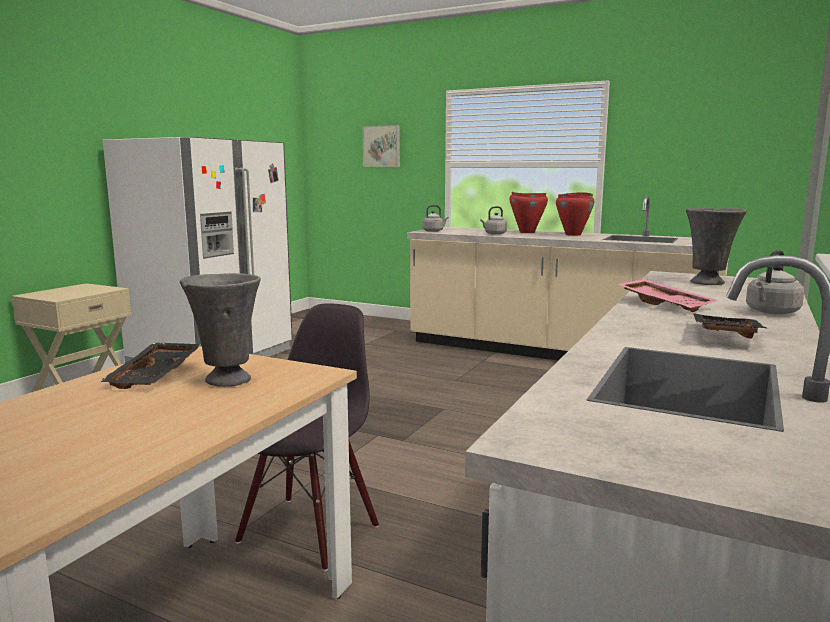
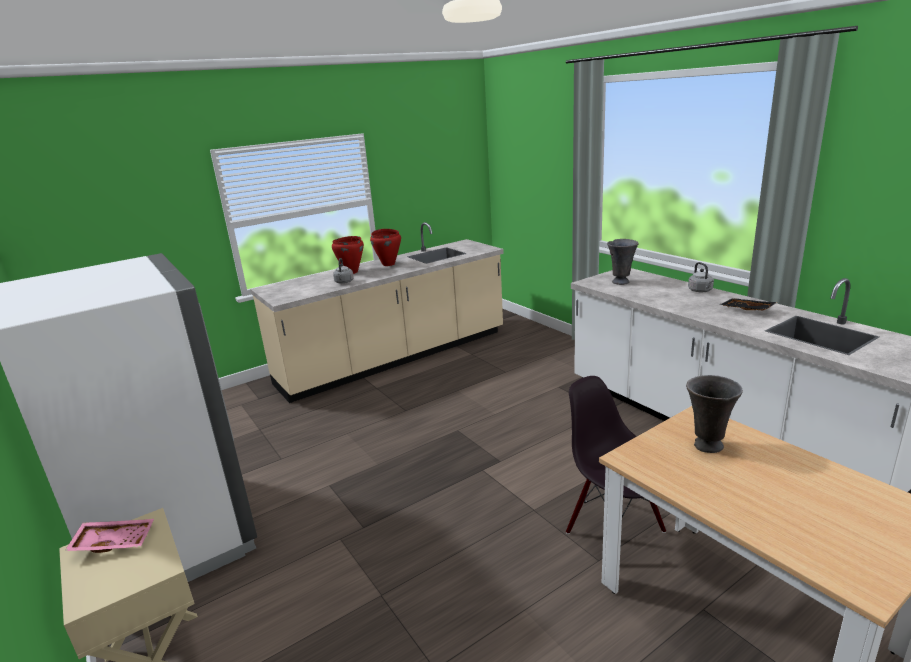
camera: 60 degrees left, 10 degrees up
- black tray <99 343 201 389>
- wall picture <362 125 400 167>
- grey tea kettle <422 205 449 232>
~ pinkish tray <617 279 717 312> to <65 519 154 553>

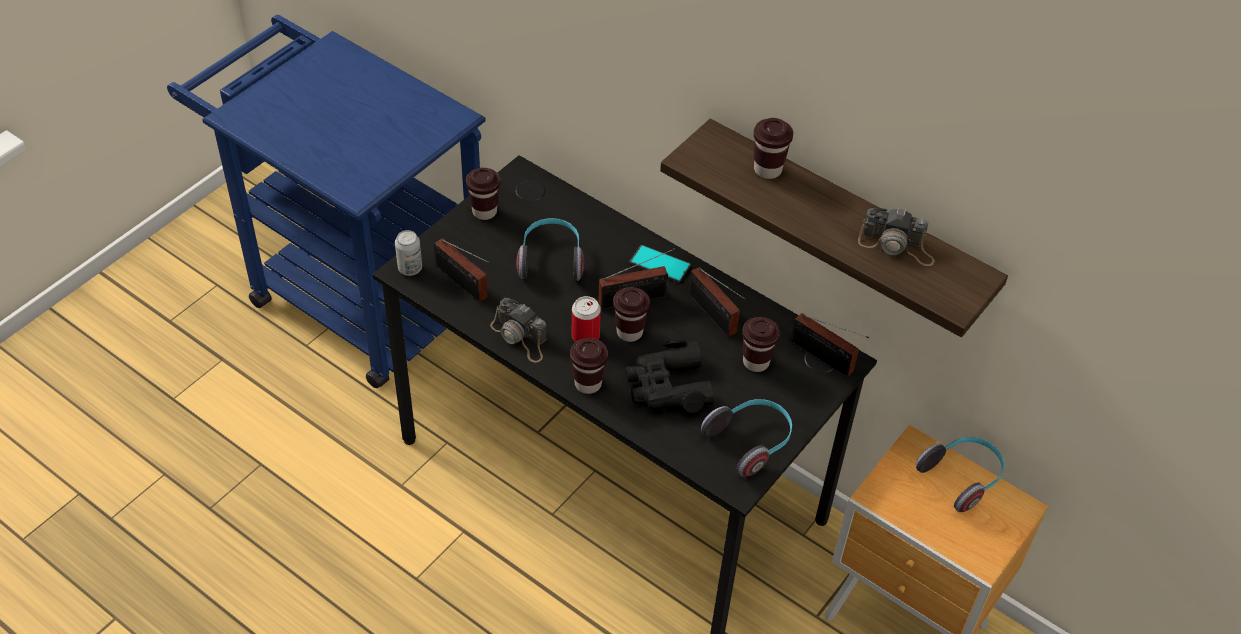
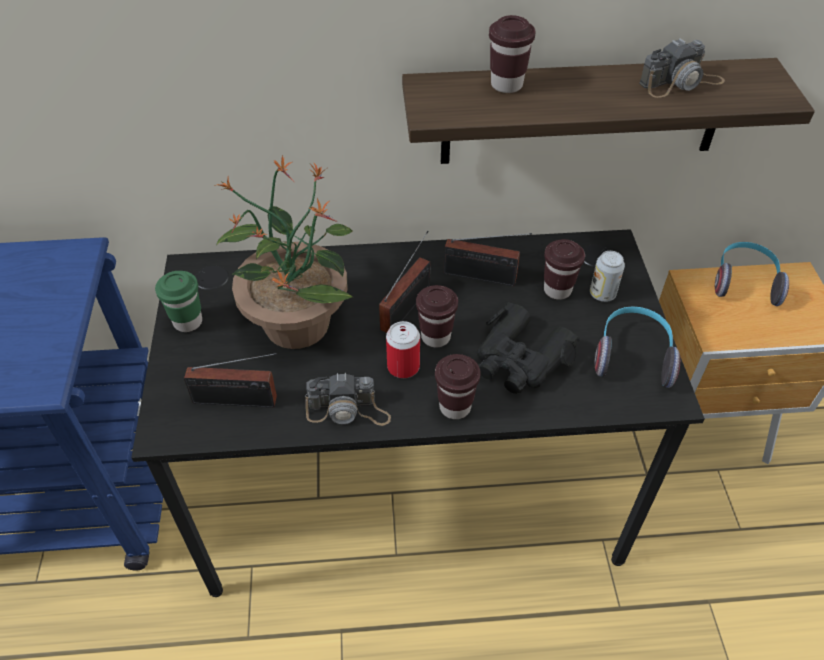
camera: 40 degrees left, 0 degrees up
- handset <629 245 691 283>
- radio receiver <791 313 869 378>
~ can <395 230 422 276> to <590 251 625 302>
~ headset <517 218 584 281> to houseplant <214 155 353 349>
~ brown-coloured cup <466 167 500 220> to green-coloured cup <155 271 202 332>

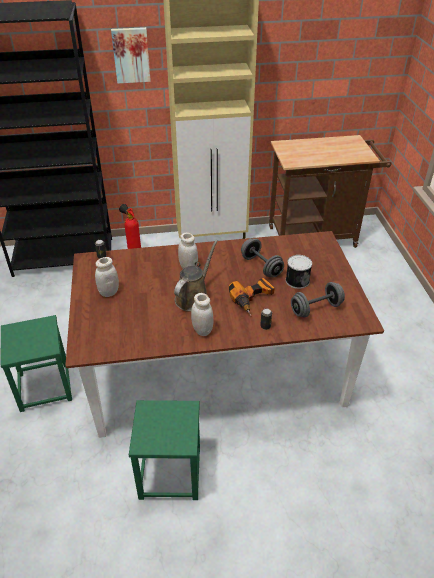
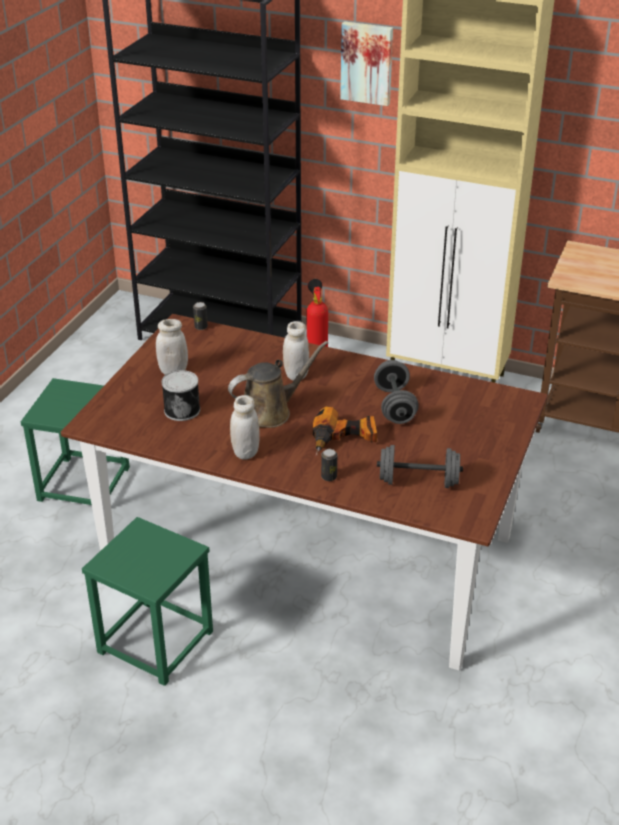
camera: 30 degrees right, 5 degrees down
~ can <286 255 312 289> to <161 370 200 421>

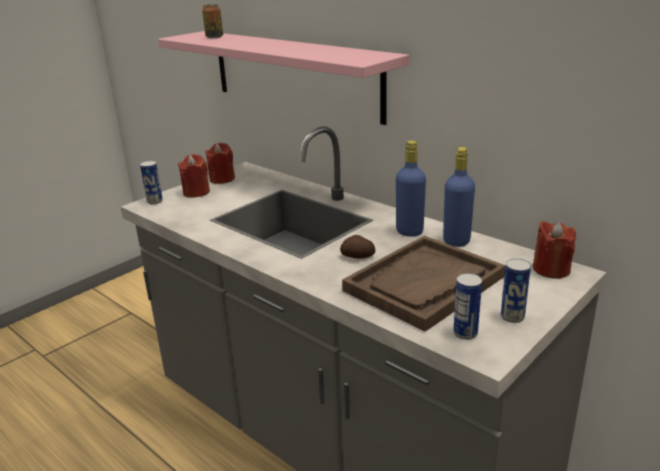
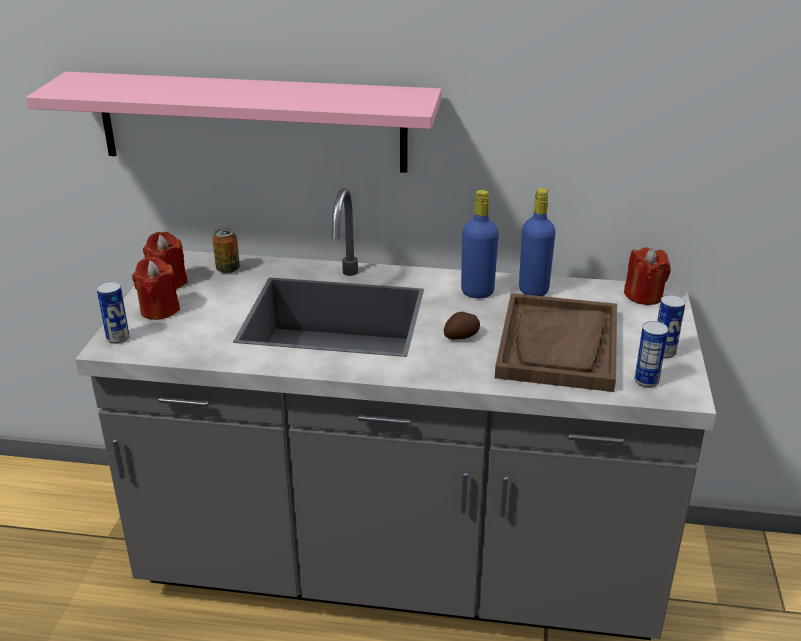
camera: 35 degrees left, 5 degrees up
~ can <202 4 223 38> to <213 228 240 274>

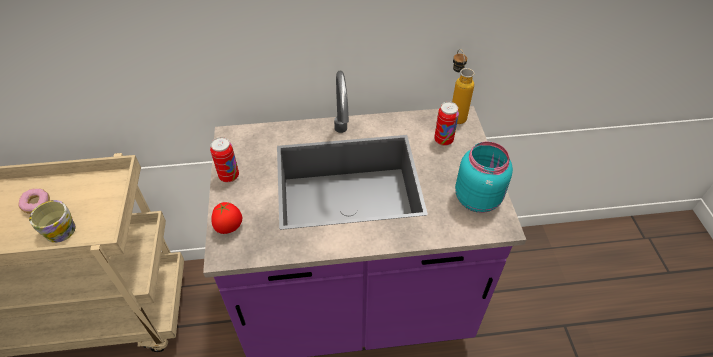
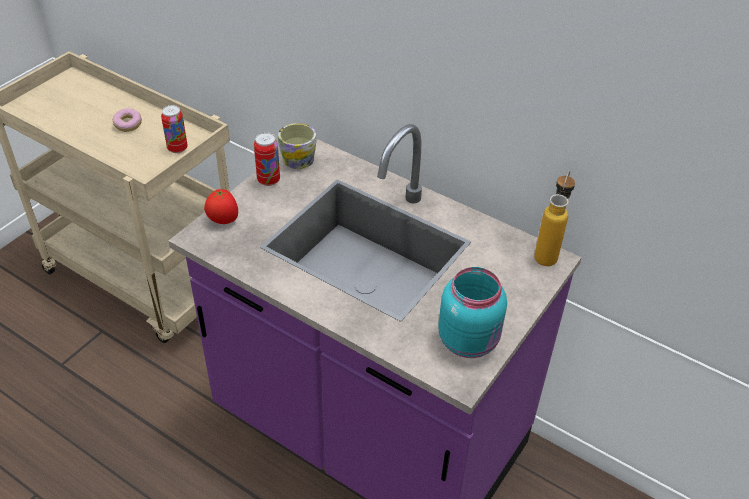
camera: 40 degrees right, 5 degrees down
~ coffee mug <29 200 76 243> to <278 123 317 169>
~ can <434 102 459 146> to <161 105 188 153>

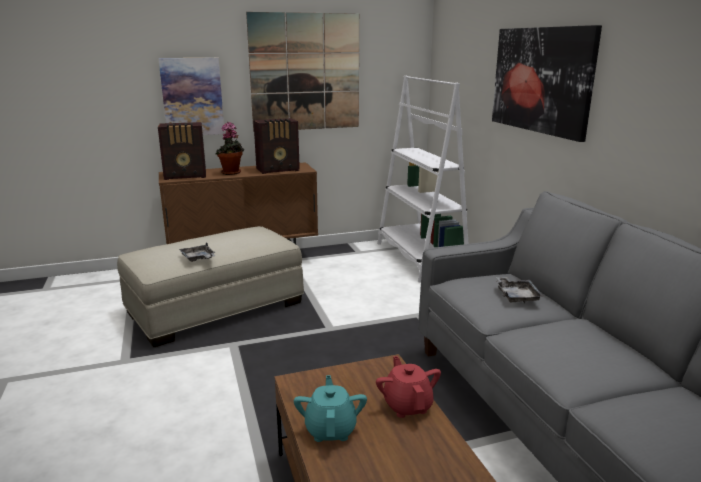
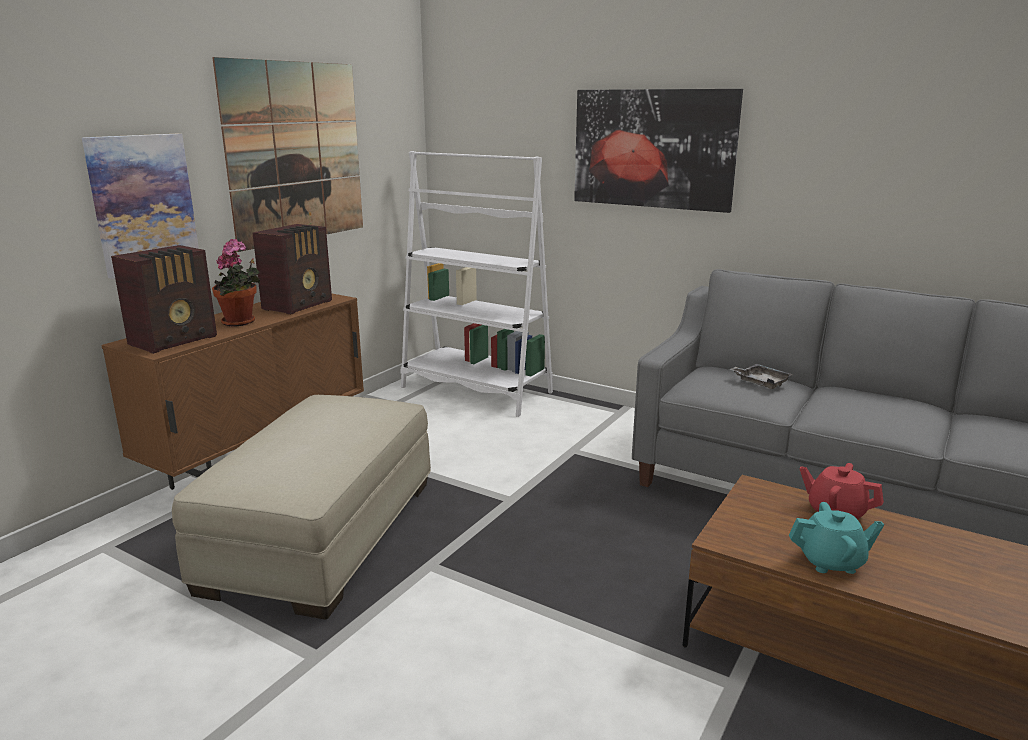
camera: 40 degrees left, 0 degrees up
- grey tray <179 242 215 262>
~ turquoise-coloured pot for tea <294 375 367 442> = <789 502 884 574> 135 degrees clockwise

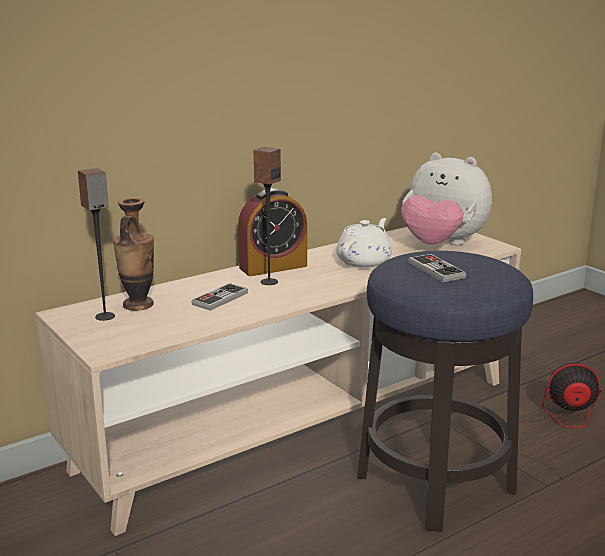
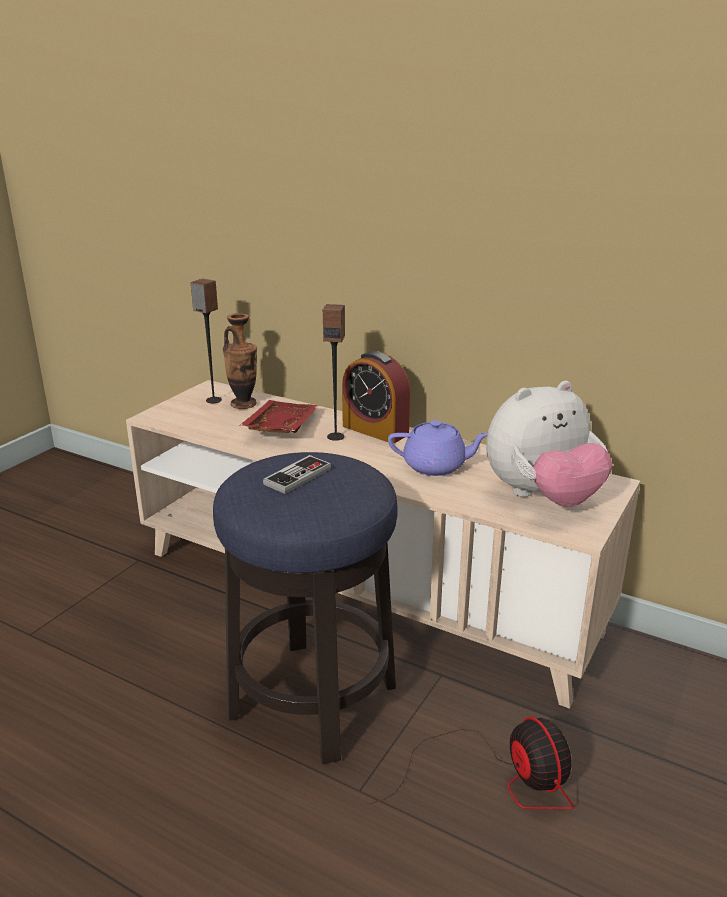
camera: 65 degrees right, 5 degrees up
~ joypad <191 283 248 311> to red-coloured tray <240 400 318 433>
~ white pot for tea <336 218 392 268> to purple pot for tea <388 420 488 476>
~ cuddly toy <401 153 492 245> = <486 381 613 507> 120 degrees counterclockwise

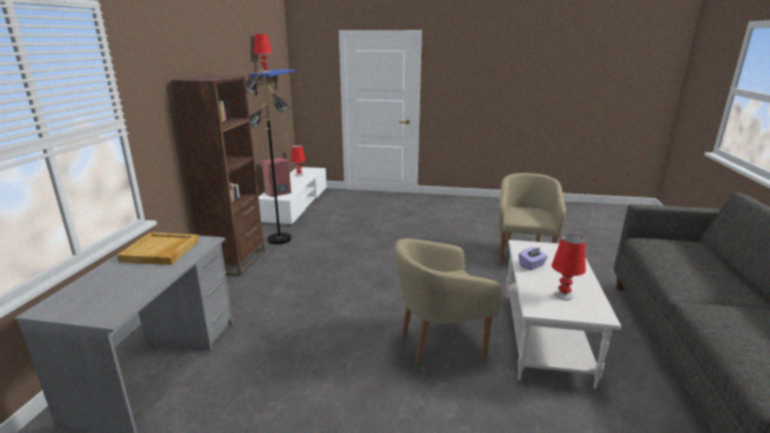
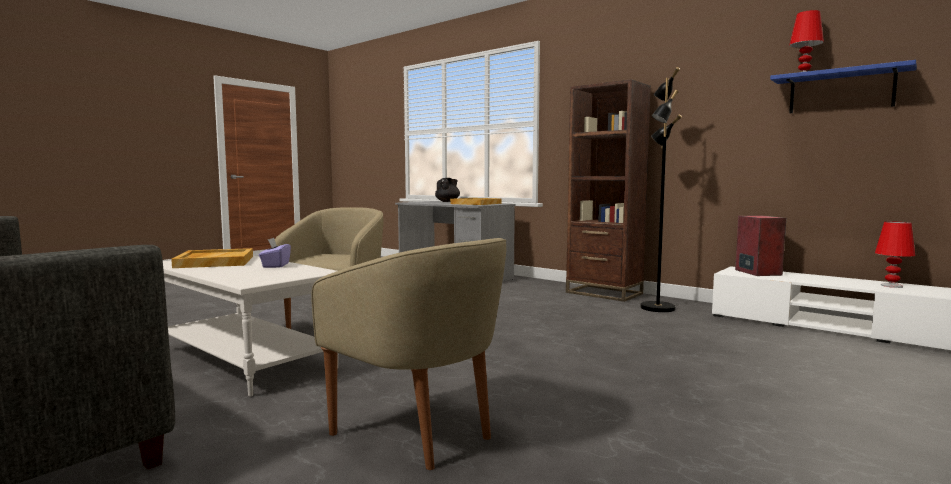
camera: 120 degrees right, 15 degrees down
+ black pot for tea <435 178 460 202>
~ red-coloured tabletop lamp <552 235 586 301> to beige tray <171 248 253 268>

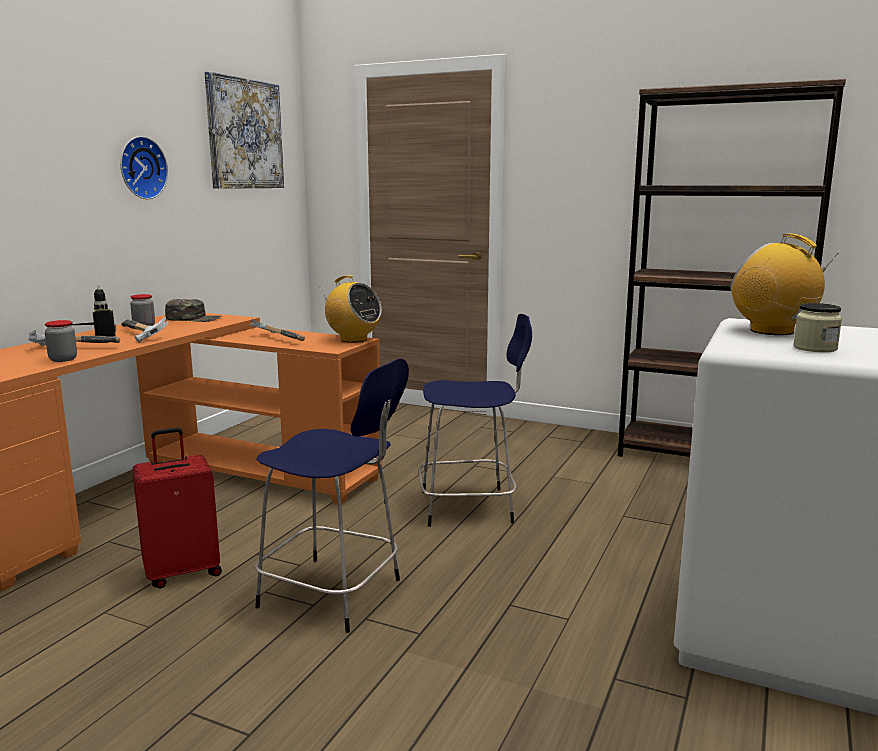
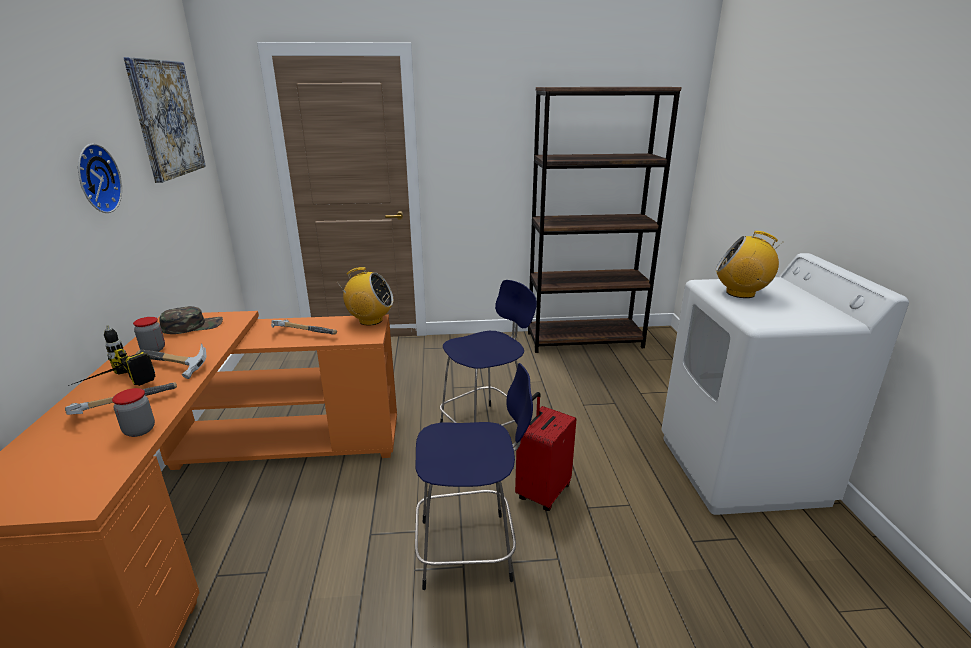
camera: 30 degrees left, 10 degrees up
- storage jar <793 303 842 352>
~ red-coloured piece of luggage <132 428 222 588> to <515 392 576 511>

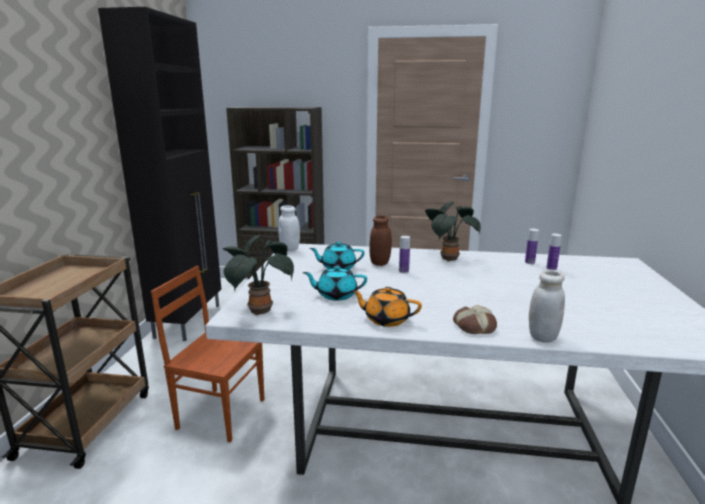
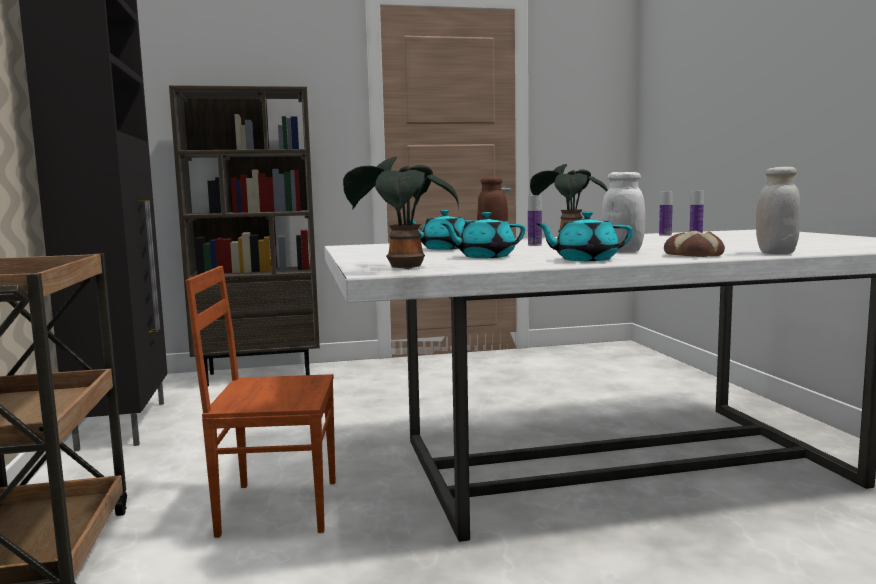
camera: 20 degrees left, 10 degrees down
~ white storage jar <279 205 300 251> to <602 172 645 252>
~ orange-coloured pot for tea <351 287 422 327> to turquoise-coloured pot for tea <535 212 633 261>

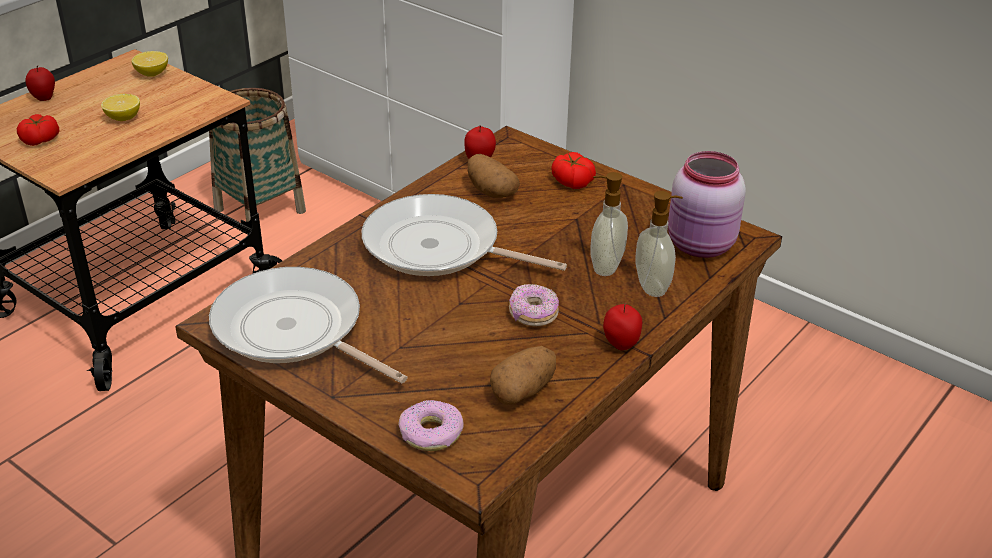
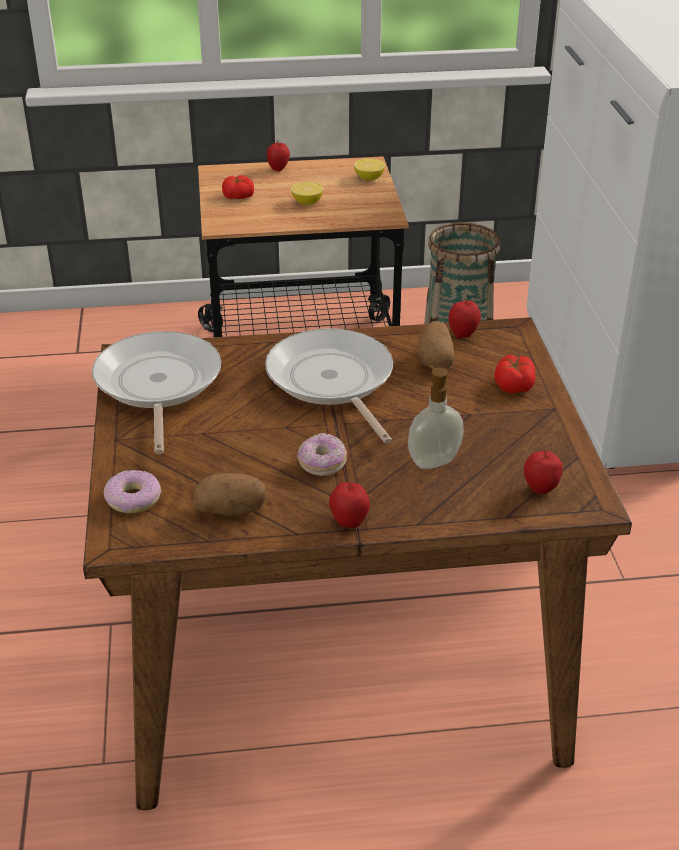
camera: 45 degrees right, 0 degrees up
- liquid soap bottle <636 191 683 297>
~ pinkish storage jar <668 151 746 258> to apple fruit <524 448 563 494>

